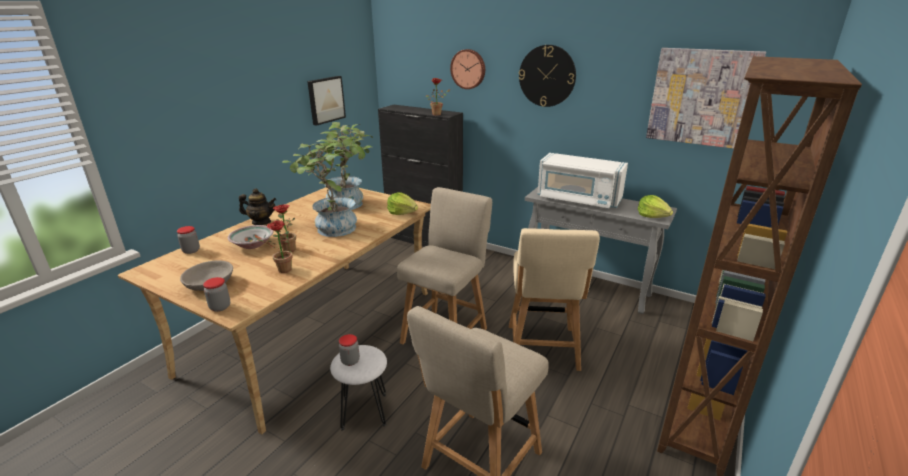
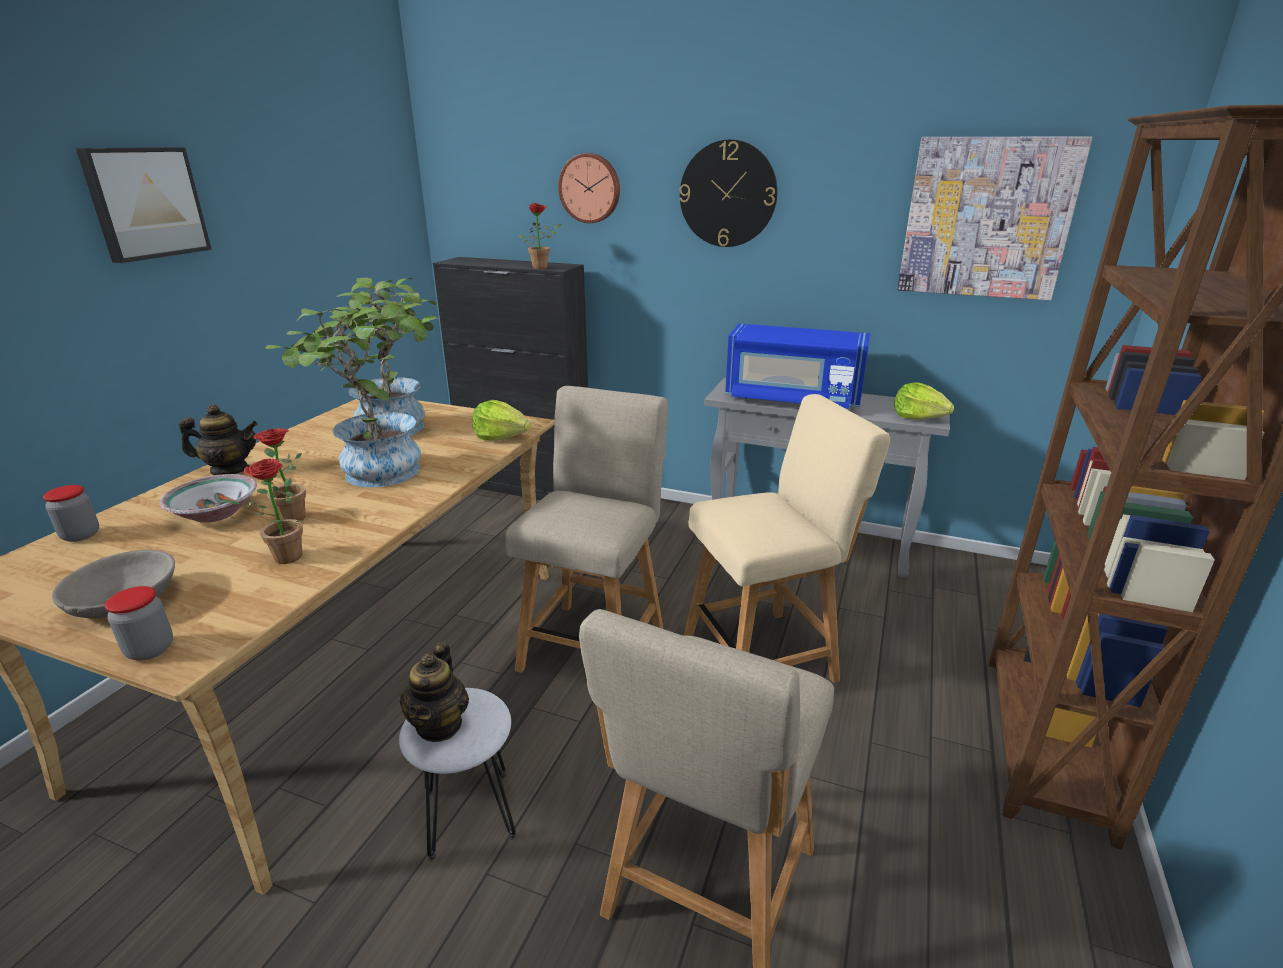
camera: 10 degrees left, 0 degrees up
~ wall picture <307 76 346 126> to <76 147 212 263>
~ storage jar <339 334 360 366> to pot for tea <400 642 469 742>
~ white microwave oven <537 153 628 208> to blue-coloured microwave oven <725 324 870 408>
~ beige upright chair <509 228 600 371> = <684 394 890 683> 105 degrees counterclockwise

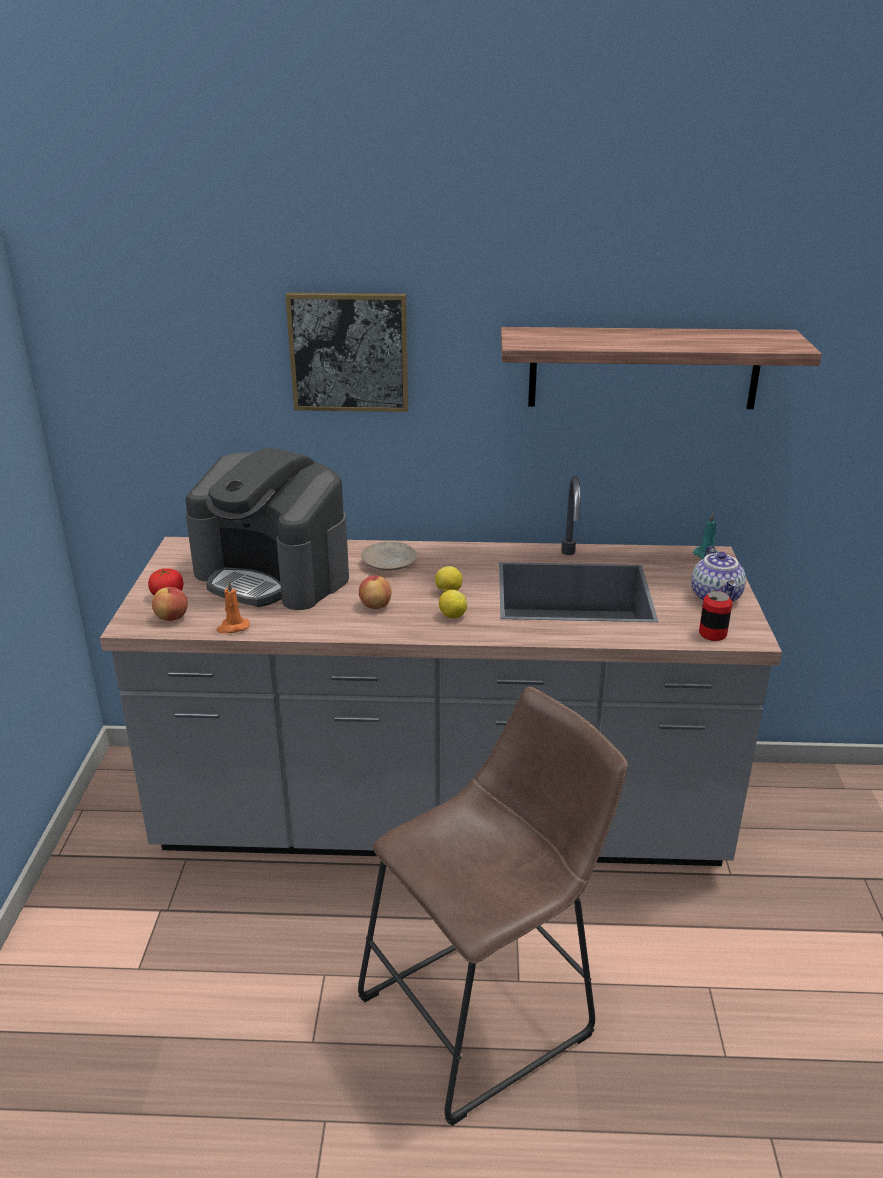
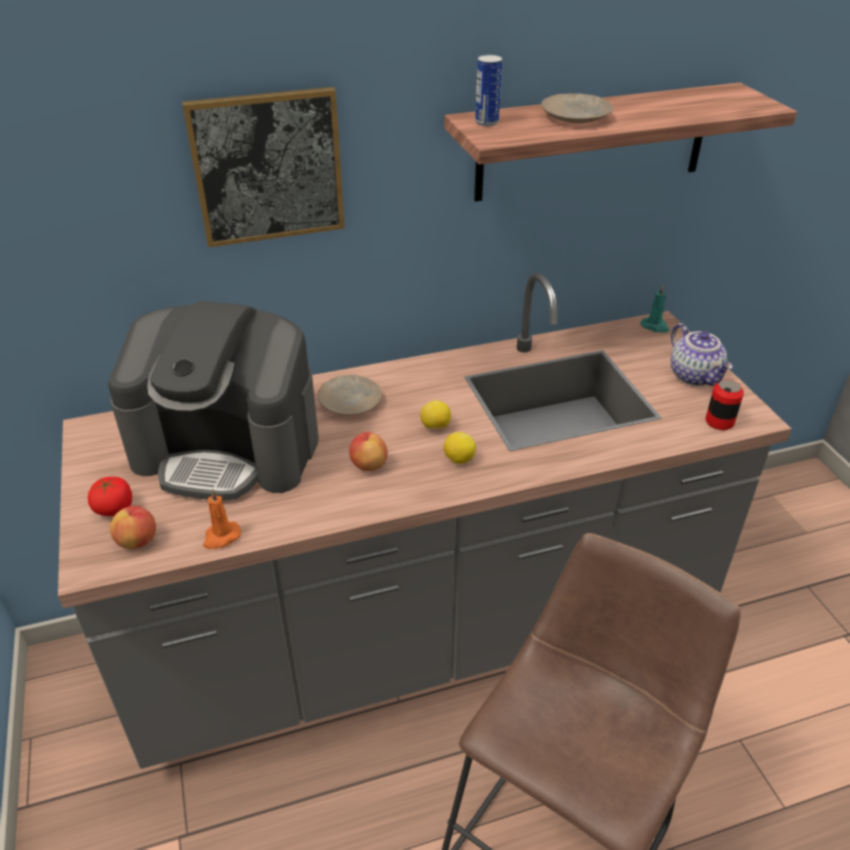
camera: 20 degrees left, 10 degrees up
+ can <475 55 502 126>
+ beige dinner plate <541 93 613 123>

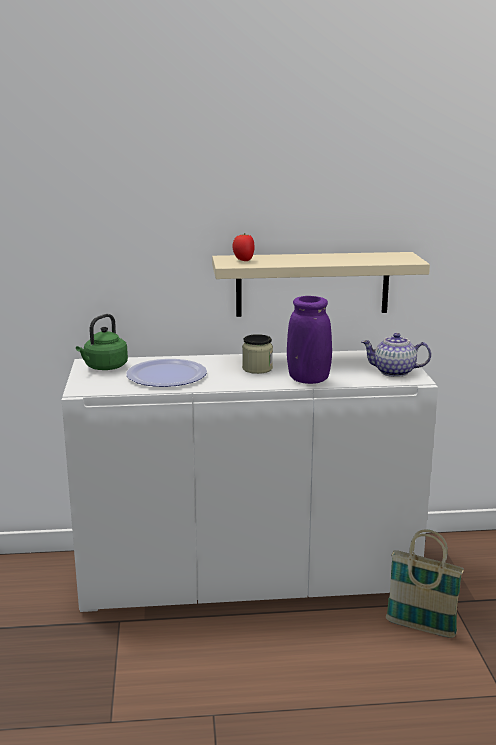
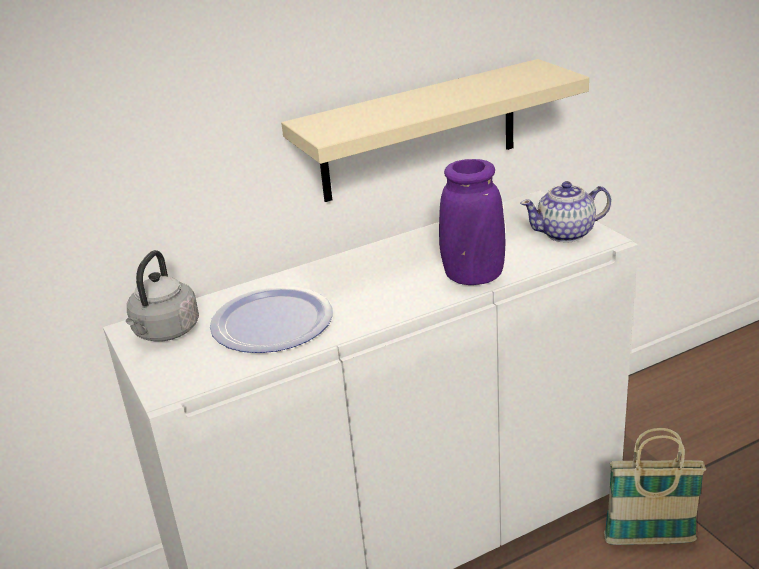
camera: 20 degrees left, 10 degrees up
- fresh tomato <232 233 255 261>
- storage jar <242 334 273 374>
~ green-coloured tea kettle <76 314 128 370> to grey tea kettle <126 250 199 342>

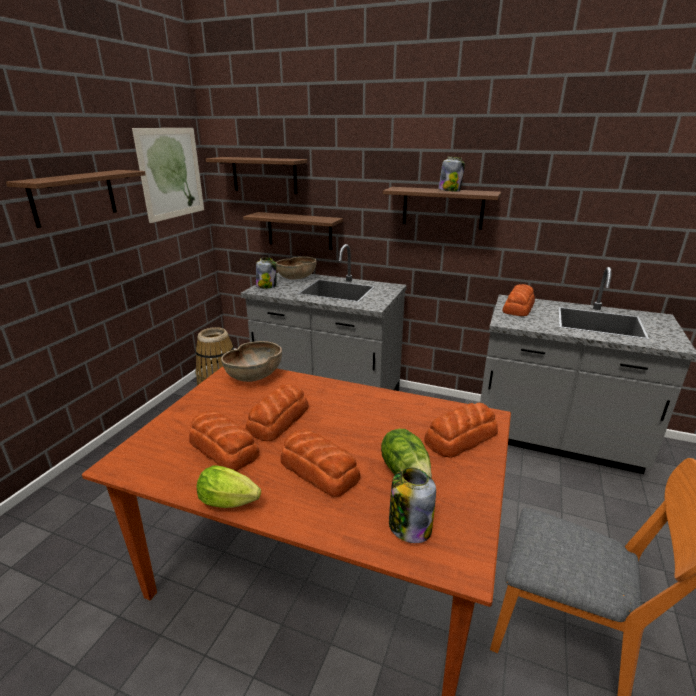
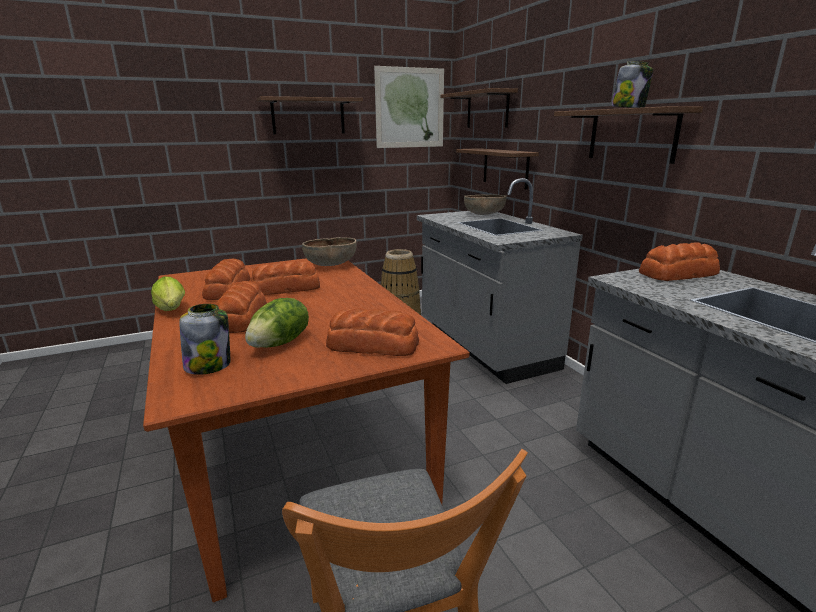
camera: 45 degrees right, 5 degrees down
- storage jar <256 258 277 289>

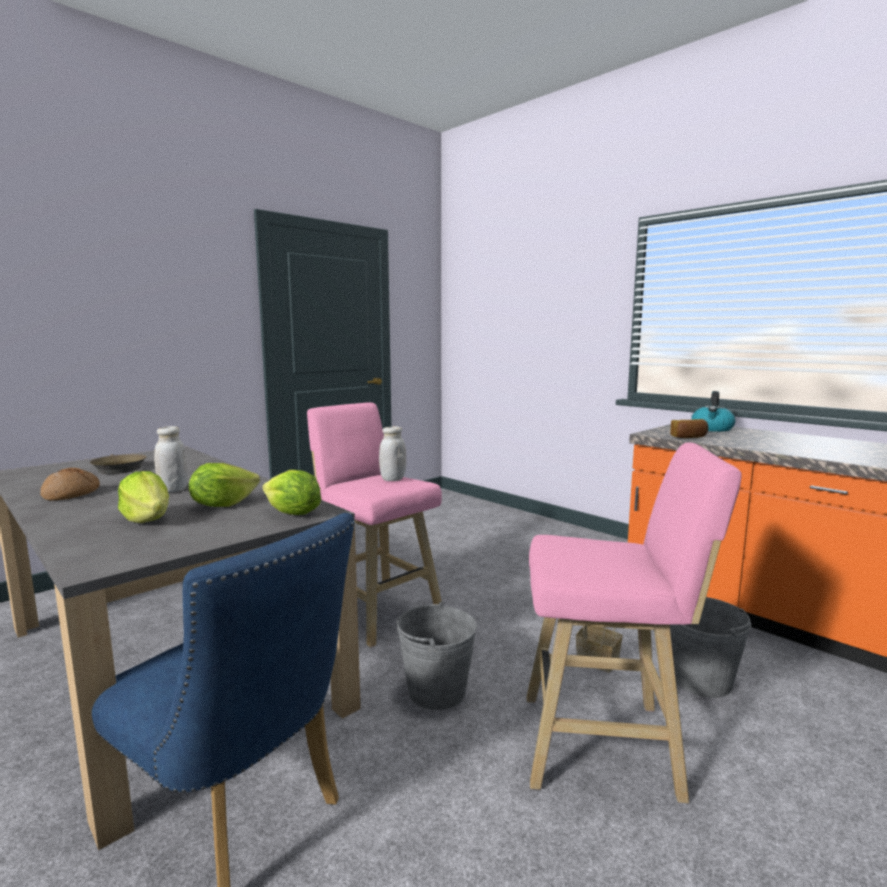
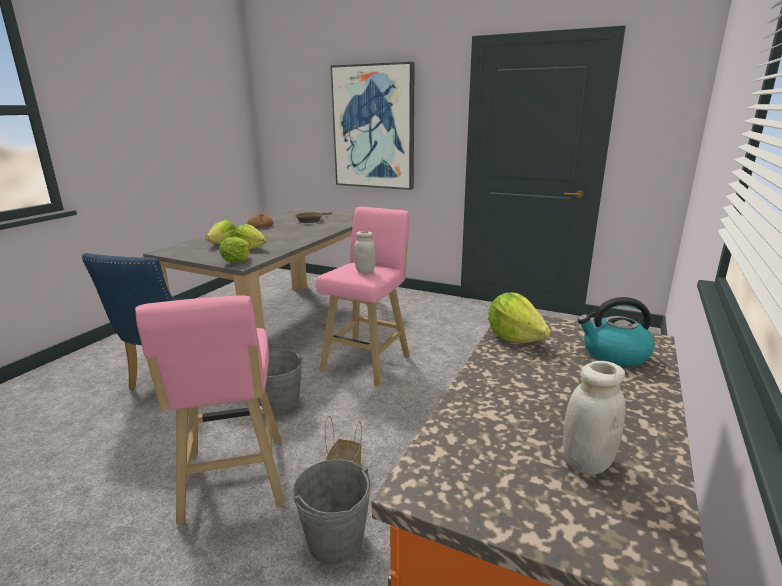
camera: 70 degrees right, 10 degrees up
+ wall picture <330 62 415 190>
~ white storage jar <154 426 188 492> to <563 361 625 474>
~ bakery bread <671 419 708 438> to head of lettuce <488 292 551 343>

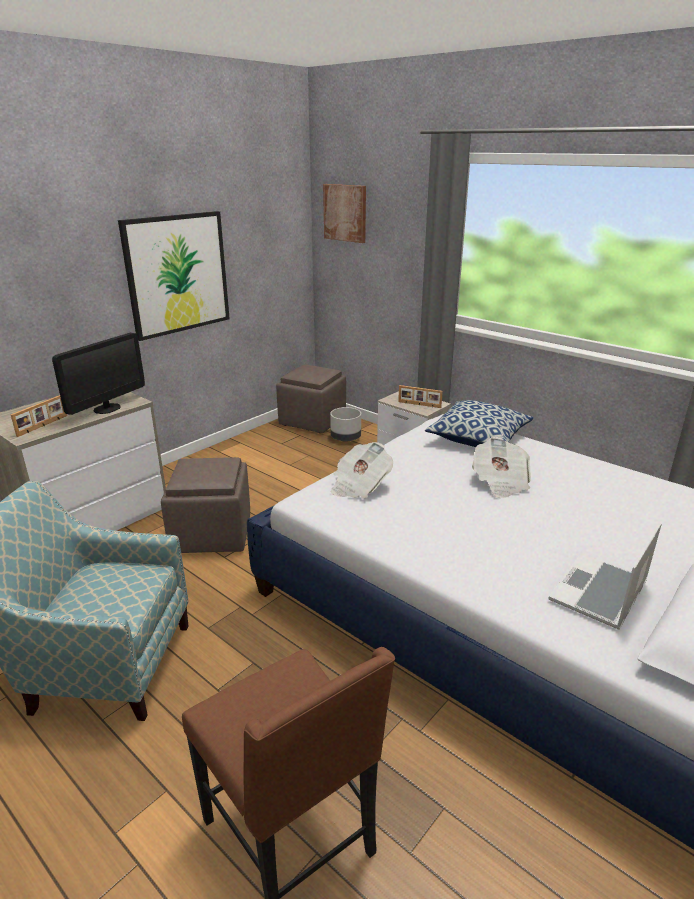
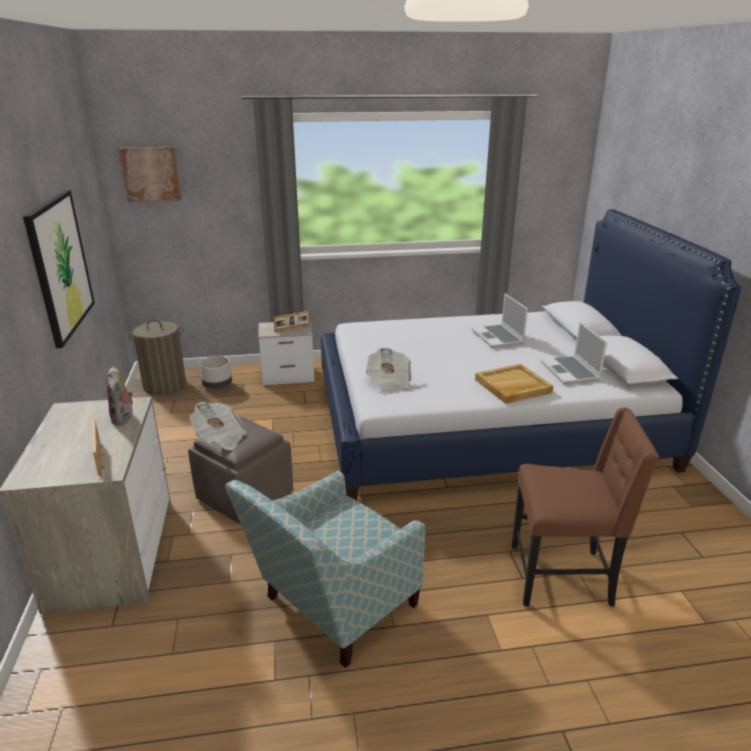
camera: 50 degrees left, 0 degrees up
- cushion <425 400 534 447>
+ laptop <472 293 528 348>
+ beige tray <475 364 554 404>
~ daily paper <472 437 531 498> to <189 402 247 450>
~ computer display <52 333 145 415> to cuddly toy <106 366 133 425>
~ brown-coloured pouffe <276 364 346 433> to hamper <127 320 186 395>

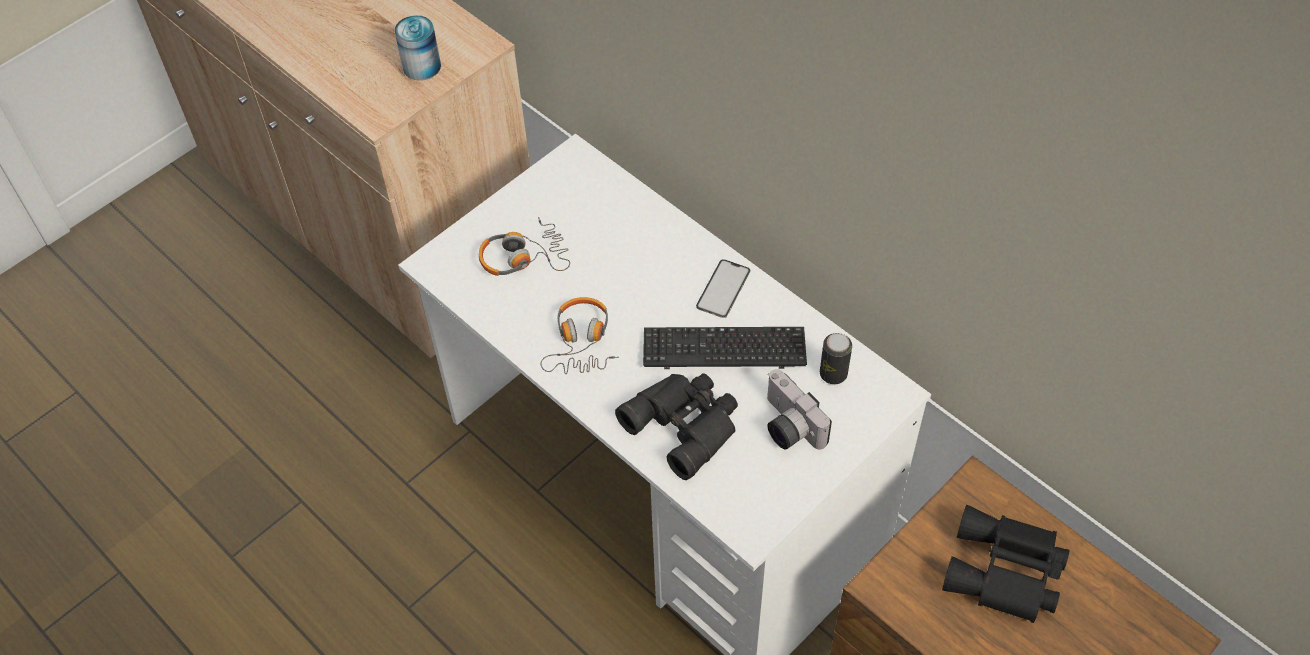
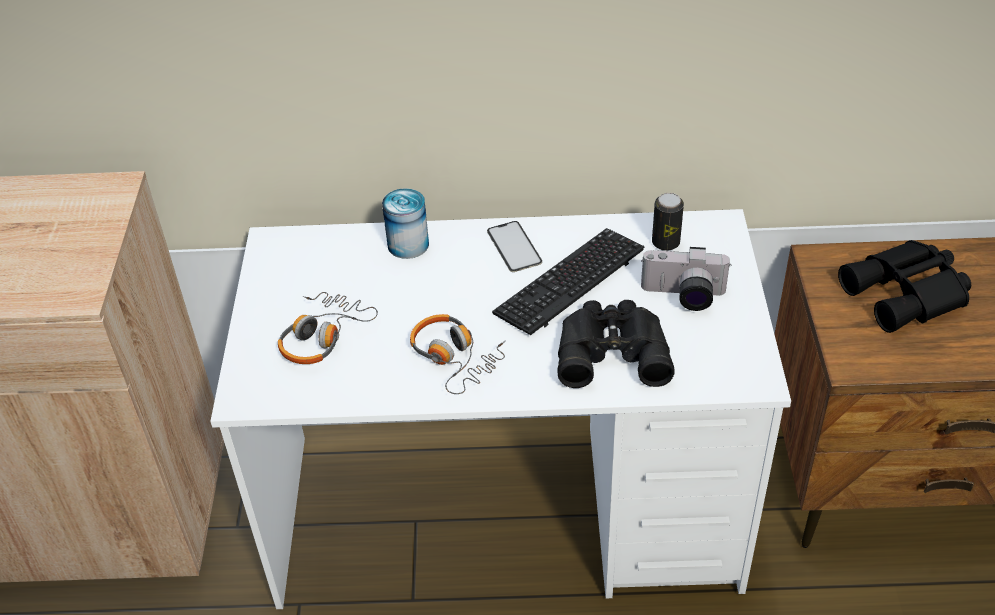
camera: 45 degrees left, 10 degrees down
~ can <395 15 441 80> to <382 188 429 259>

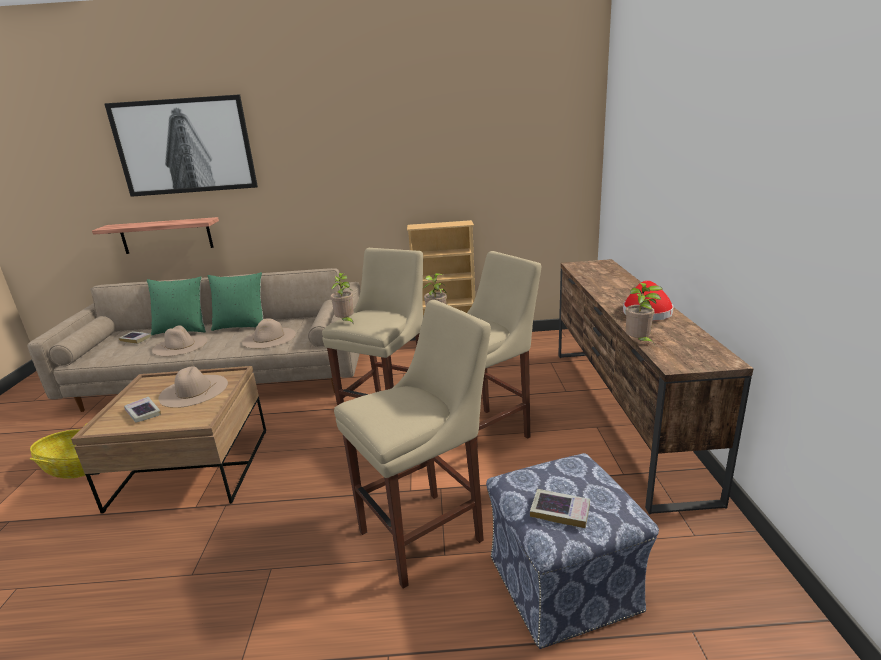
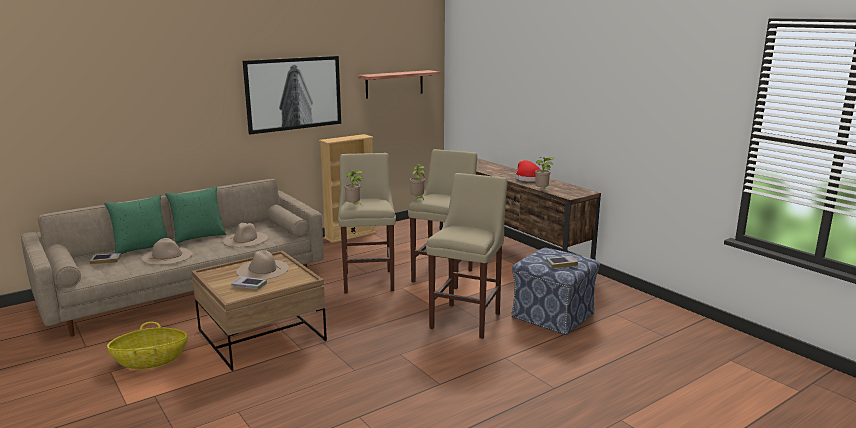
camera: 35 degrees left, 5 degrees down
~ bracket shelf <92 217 219 254> to <358 70 441 99>
~ wall picture <104 95 258 197> to <243 56 341 135>

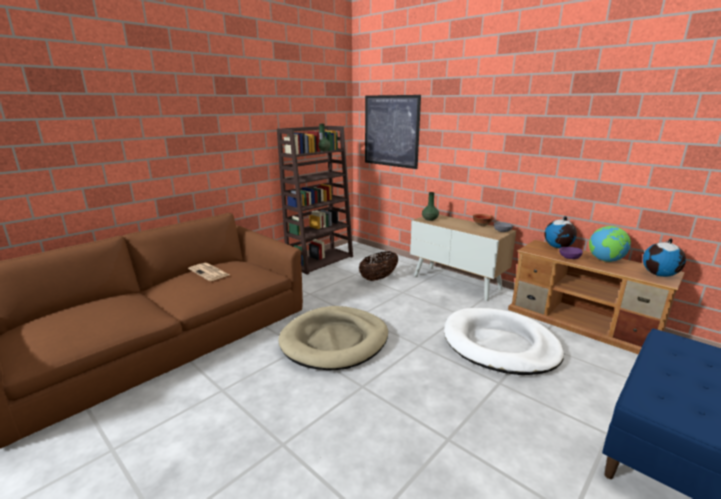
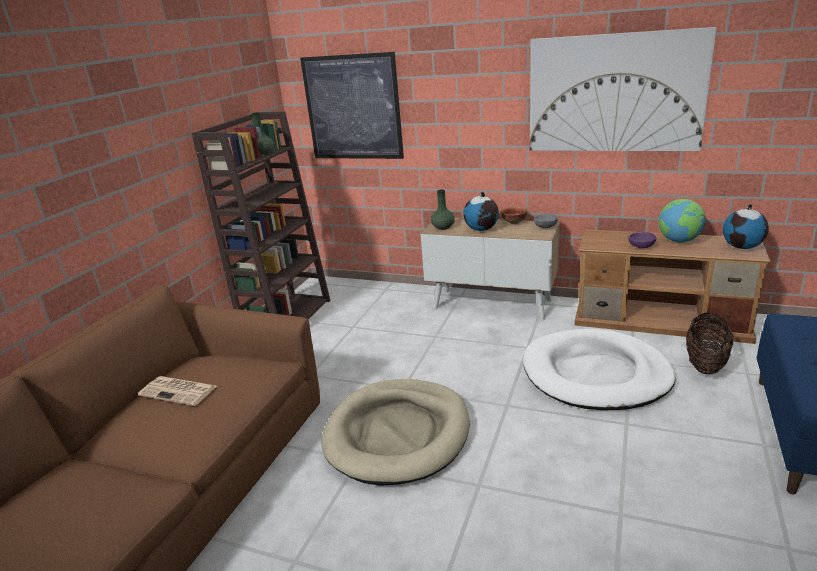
camera: 20 degrees left, 5 degrees up
+ wall picture <530 27 717 151>
~ basket <359 251 398 281> to <686 313 733 374>
~ globe <545 216 577 248> to <463 192 499 231>

